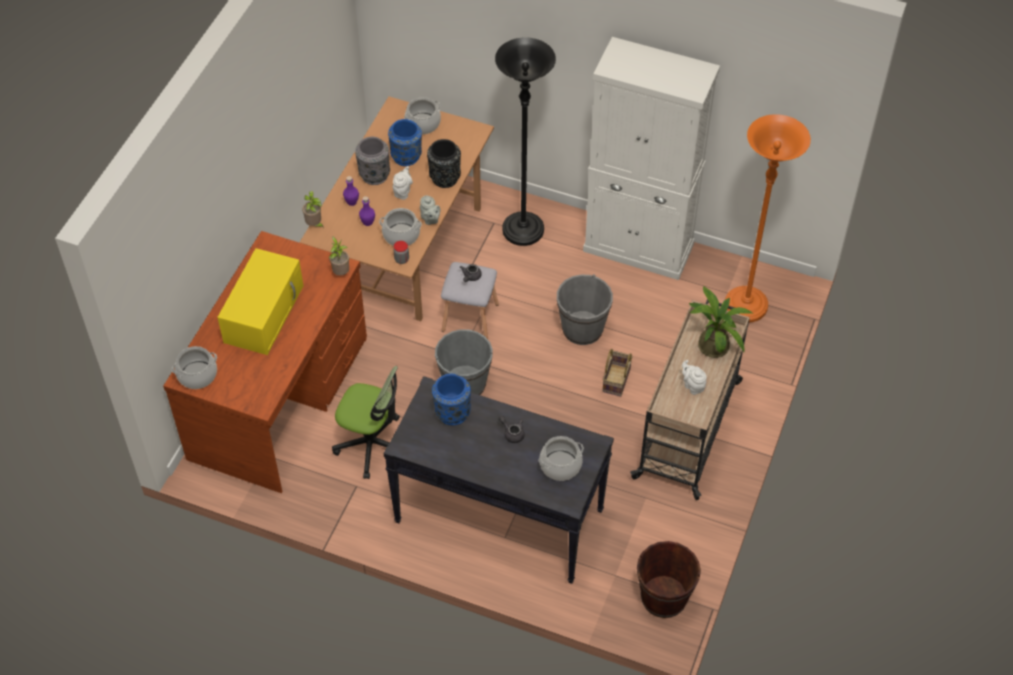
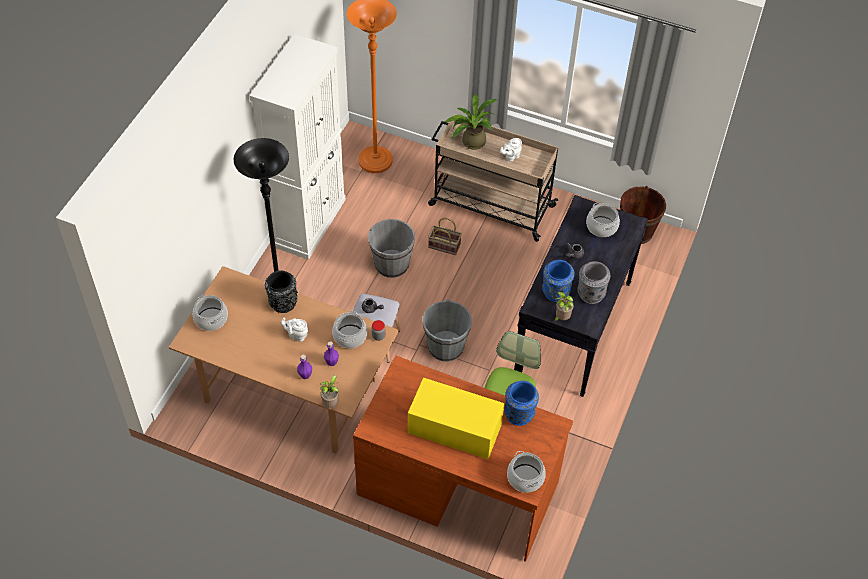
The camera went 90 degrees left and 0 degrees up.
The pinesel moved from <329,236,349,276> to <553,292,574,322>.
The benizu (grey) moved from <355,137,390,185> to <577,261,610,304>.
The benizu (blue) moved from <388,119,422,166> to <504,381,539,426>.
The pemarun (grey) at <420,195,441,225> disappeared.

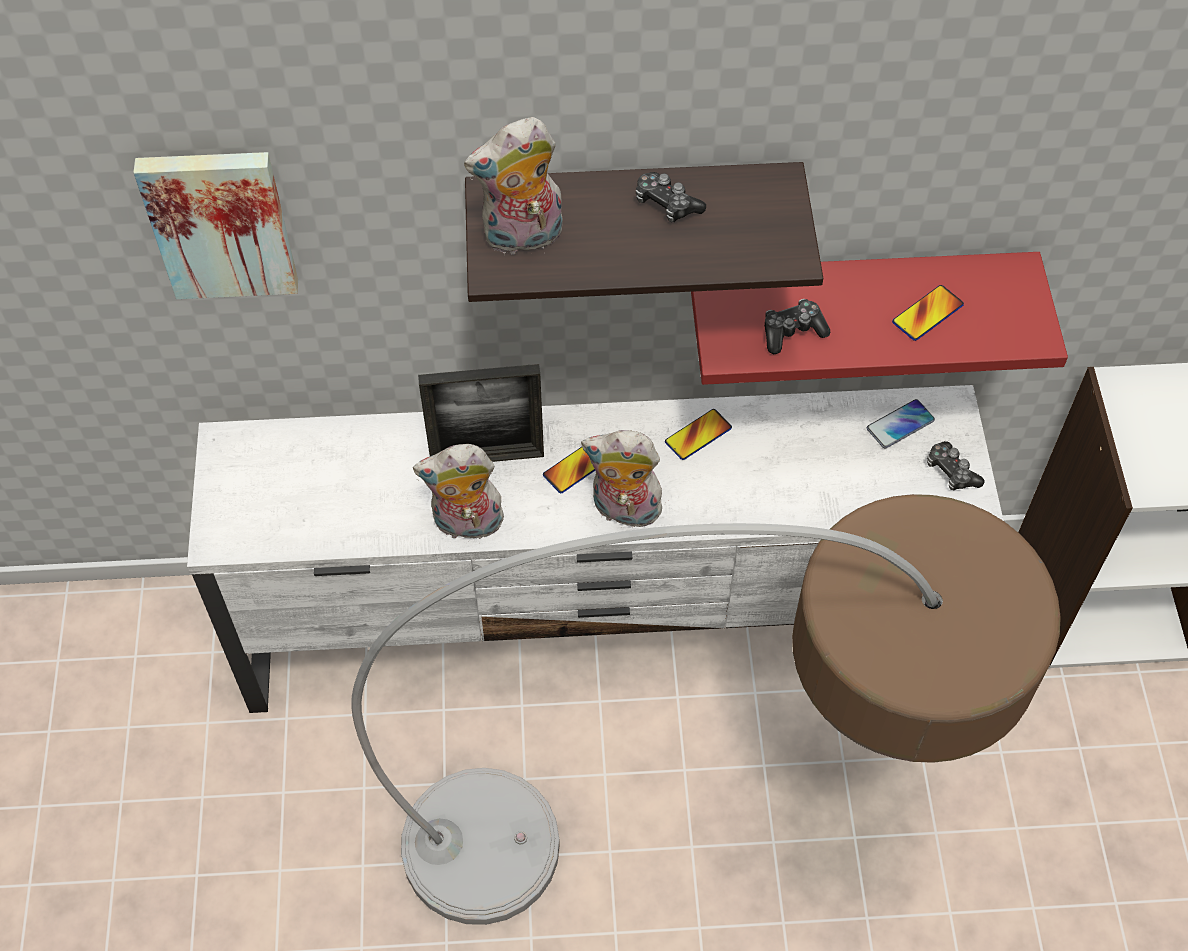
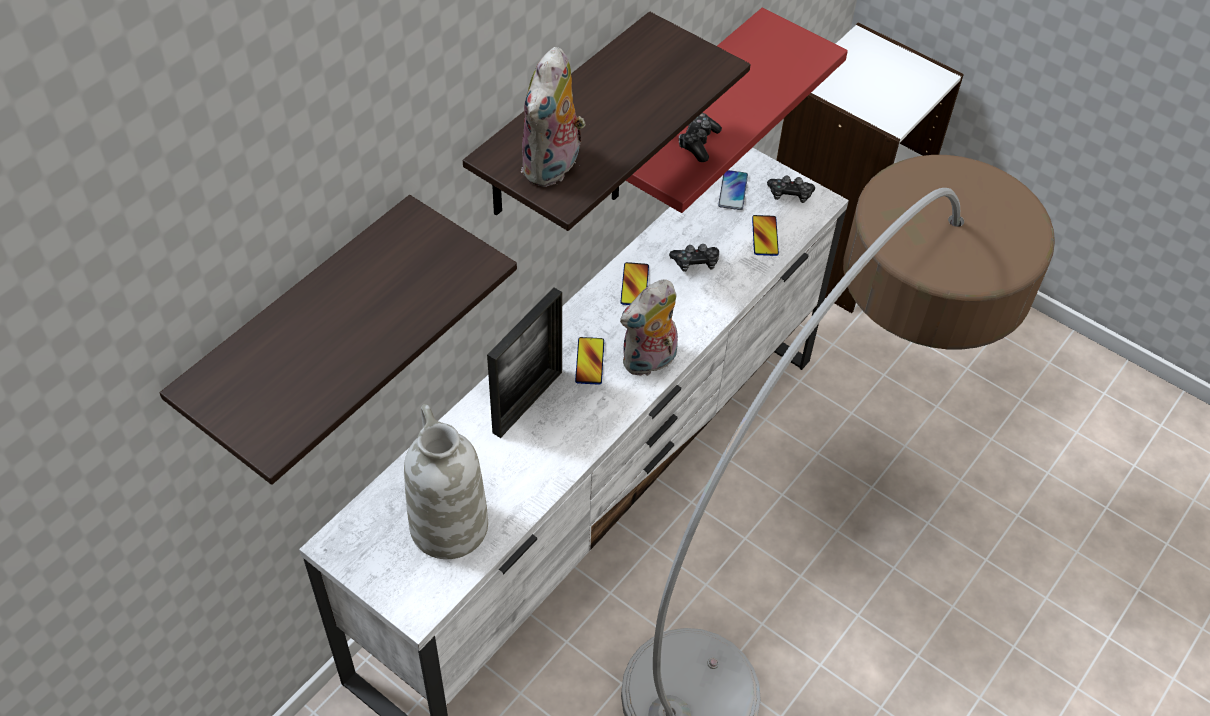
The camera went 50 degrees left and 5 degrees down.
The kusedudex at <133,152,298,299> was replaced by the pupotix at <160,195,517,485>.
The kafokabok at <413,444,505,544> disappeared.
The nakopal moved from <636,172,706,222> to <669,244,719,272>.
The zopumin moved from <892,285,964,341> to <752,215,779,256>.
The benizu (white) at <404,404,488,559> appeared.

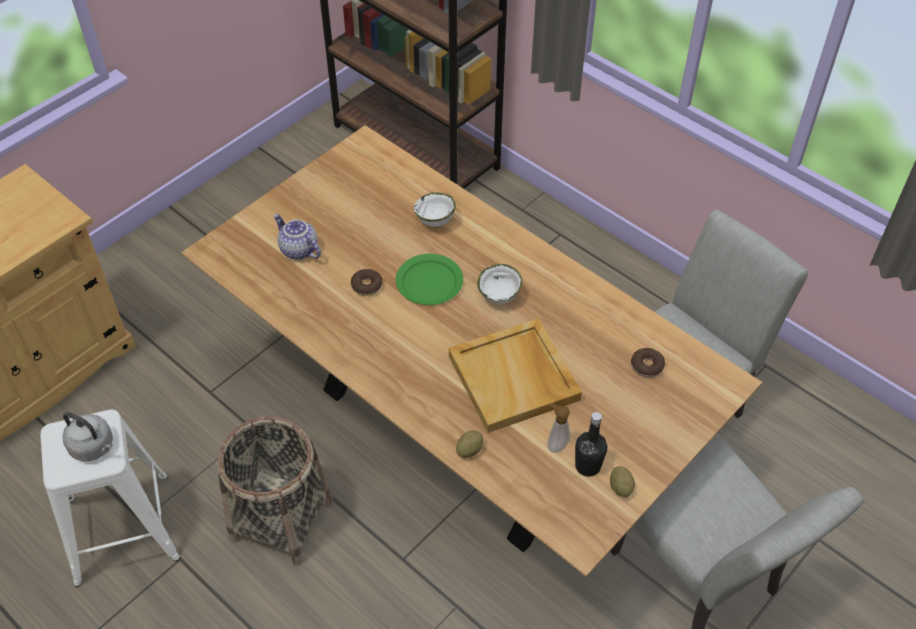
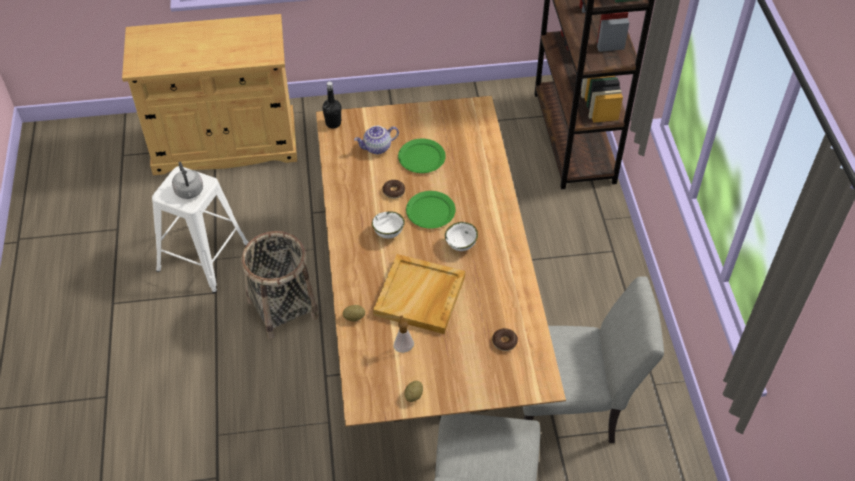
The camera went 40 degrees right and 0 degrees up.
The pemarun at <273,214,321,260> turned 105 degrees counterclockwise.
The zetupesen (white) moved from <414,193,456,227> to <372,211,405,239>.
The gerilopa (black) moved from <575,412,608,477> to <322,82,341,129>.
The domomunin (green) at <398,139,446,173> appeared.

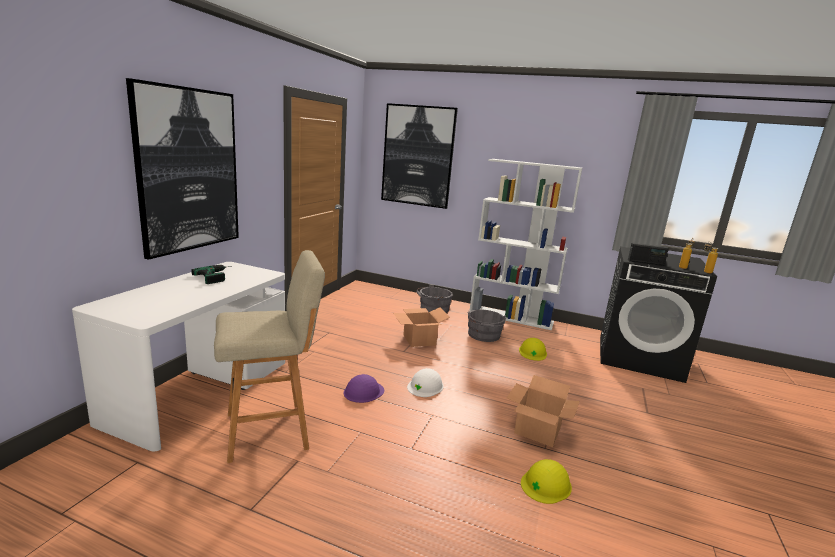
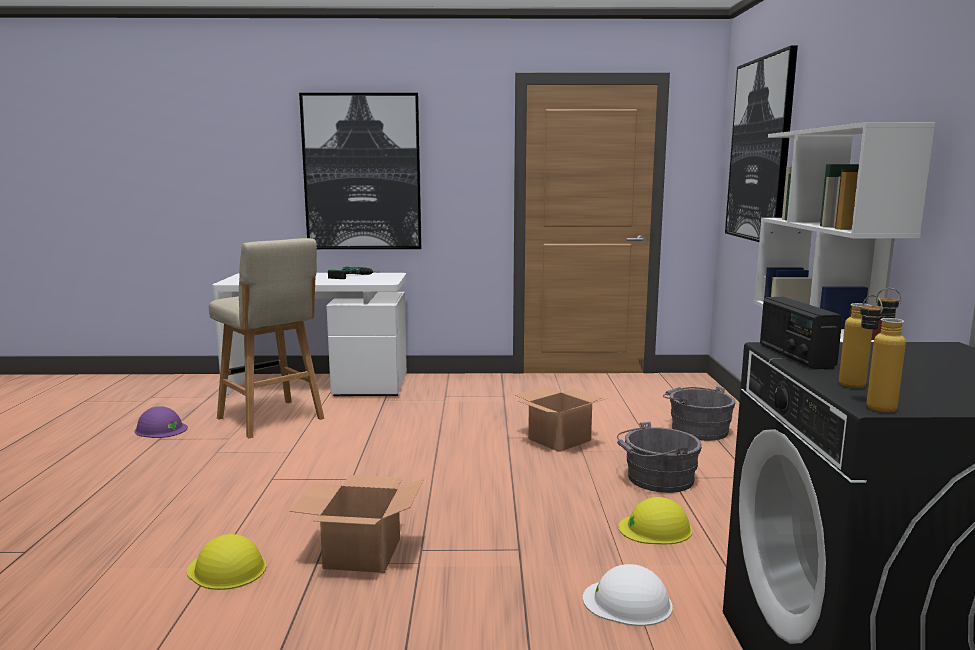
The camera went 70 degrees right and 5 degrees down.
The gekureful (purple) moved from <344,374,384,403> to <135,406,188,438>.
The gekureful (white) moved from <407,368,444,397> to <583,564,673,626>.

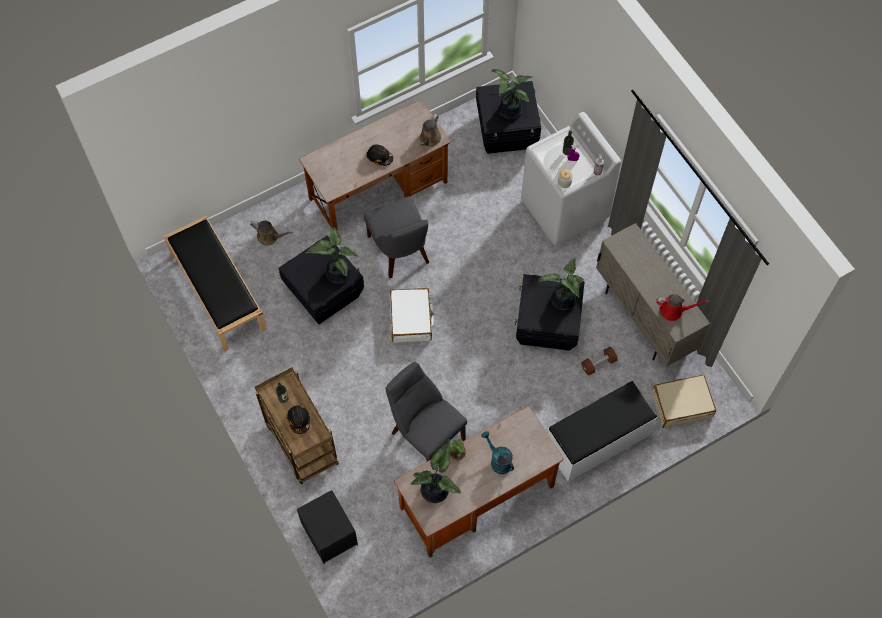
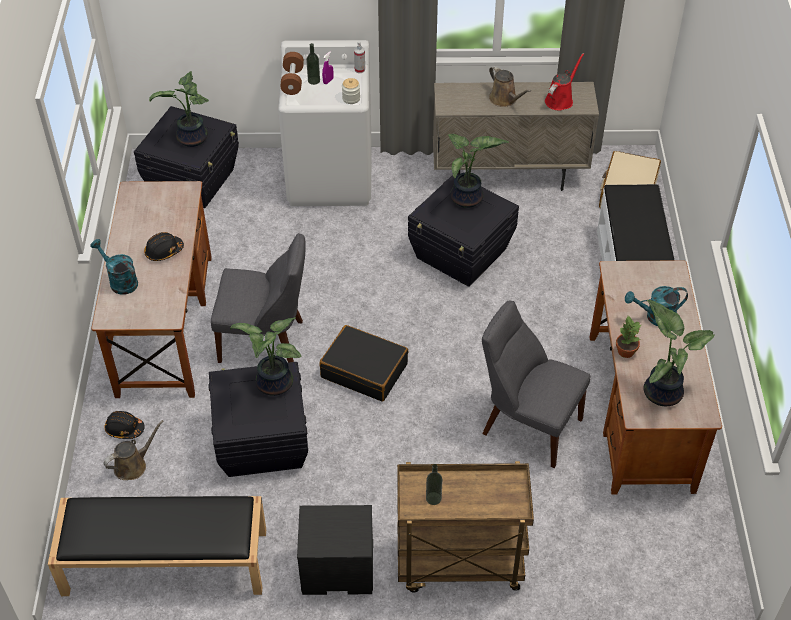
The camera went 60 degrees left and 15 degrees down.
The gekureful (black) moved from <287,405,310,434> to <105,411,145,439>.
The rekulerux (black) moved from <297,490,358,564> to <297,505,373,595>.
The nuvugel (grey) at <386,362,467,461> turned 45 degrees clockwise.
The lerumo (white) at <390,288,434,343> became the lerumo (black) at <319,325,408,401>.
The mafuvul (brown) moved from <416,114,441,147> to <489,66,531,107>.
The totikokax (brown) moved from <581,347,618,375> to <280,52,304,95>.
The mafuvul (turquoise) at <90,239,138,295> appeared.

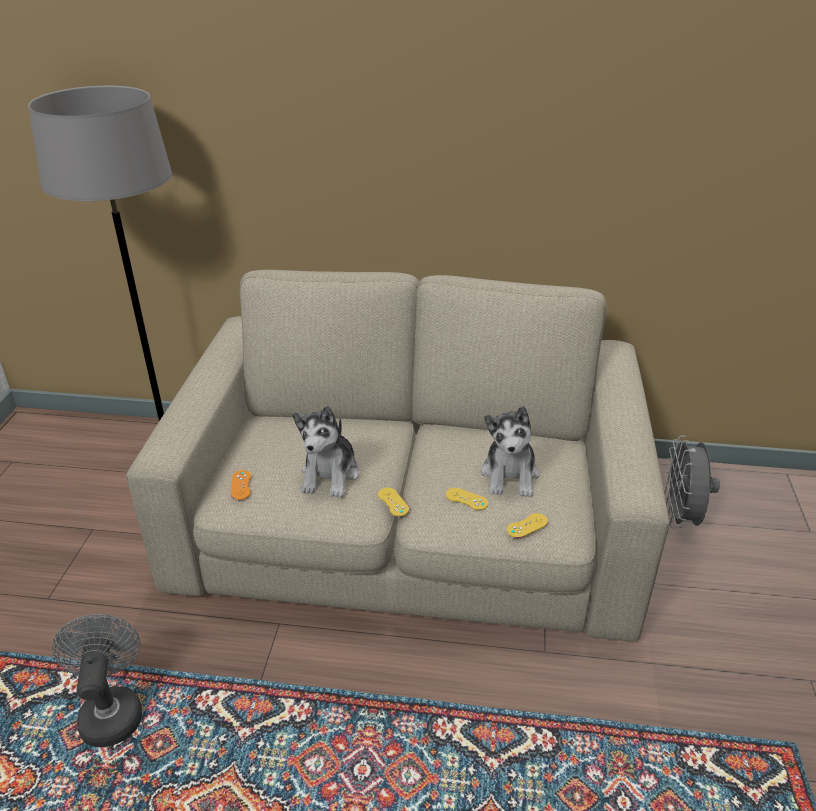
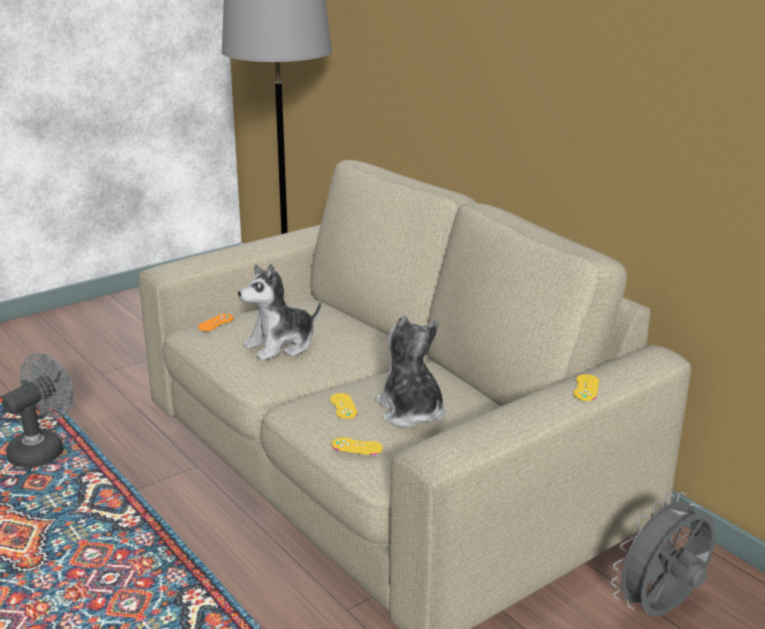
The camera went 45 degrees right and 10 degrees down.
The nakopal (yellow) moved from <378,488,409,516> to <573,374,599,401>.
The kafokabok at <481,406,539,497> turned 105 degrees clockwise.

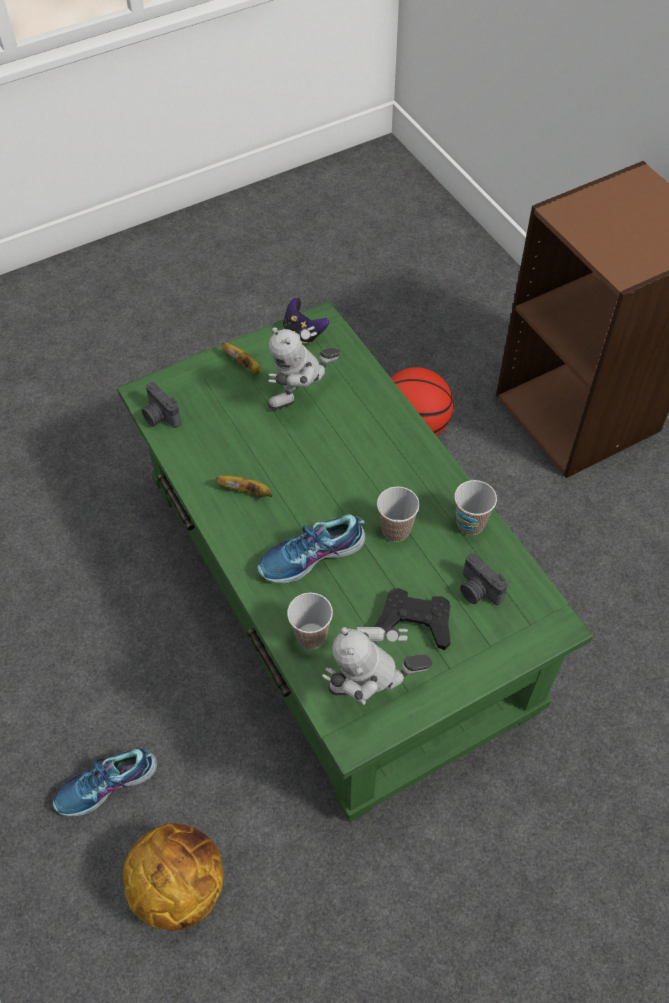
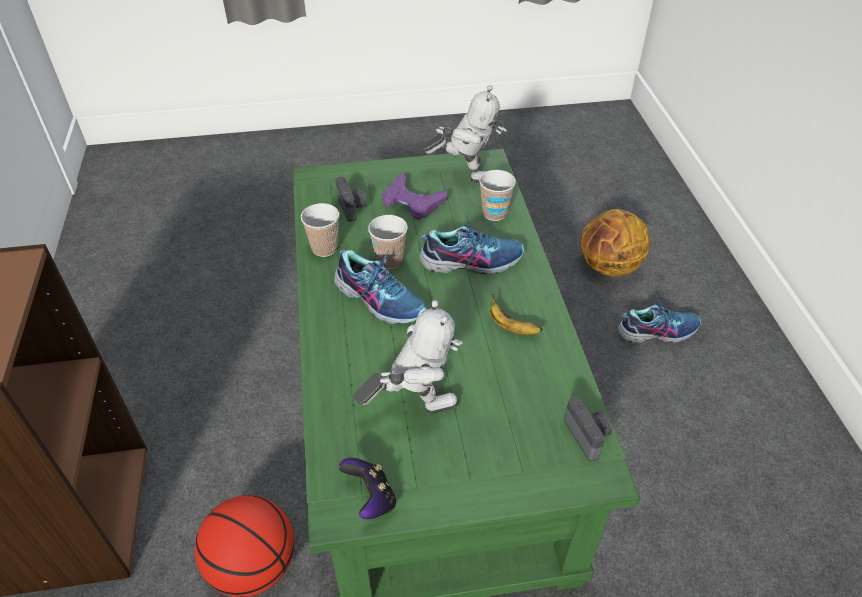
The camera went 160 degrees left and 10 degrees down.
The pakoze at <222,342,261,375> disappeared.
The nakopal (black) at <374,588,451,650> became the nakopal (purple) at <382,173,447,220>.
The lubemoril at <334,250,427,325> appeared.

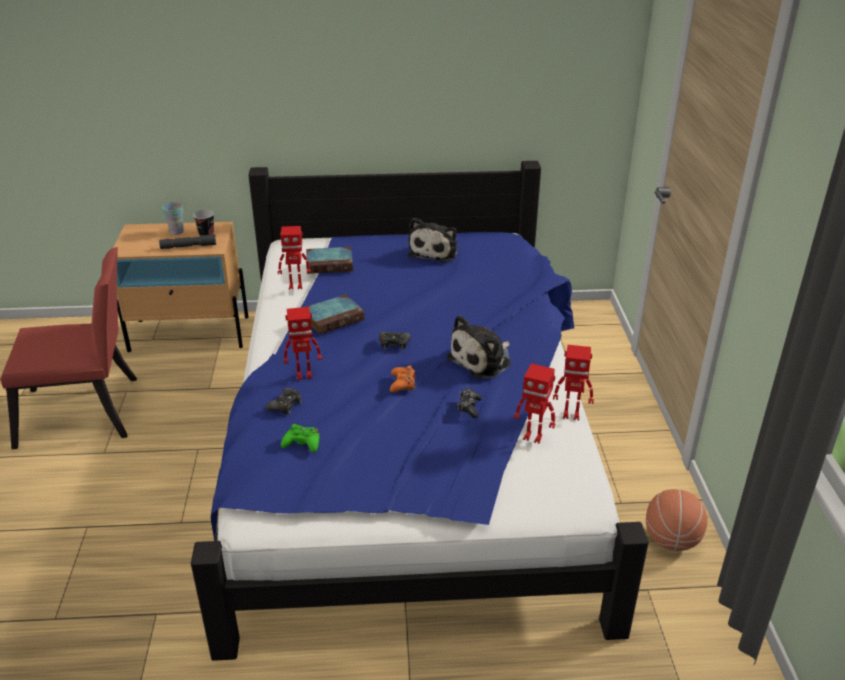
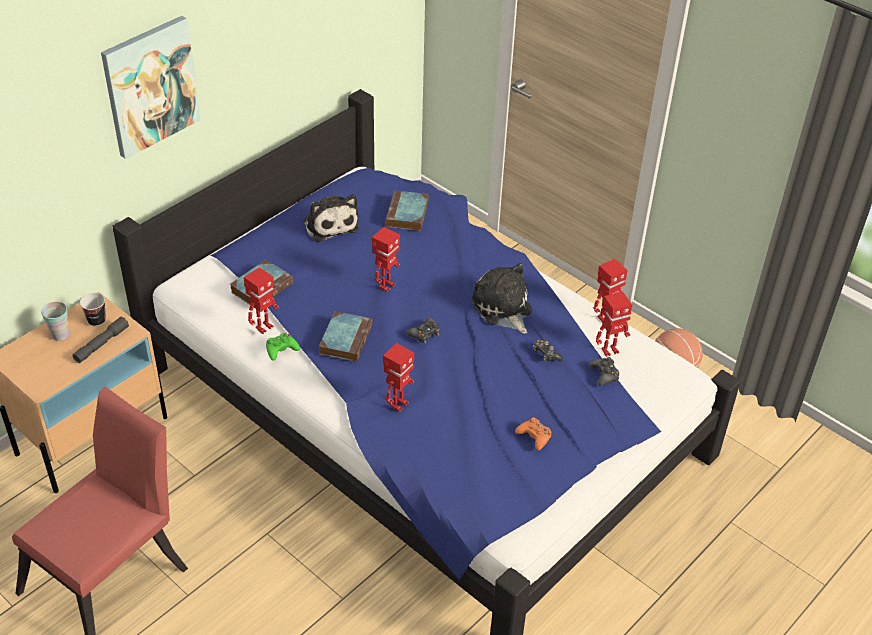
The camera went 45 degrees left and 10 degrees up.
The nakopal (black) moved from <265,388,302,414> to <589,357,619,386>.
The nakopal (green) moved from <281,424,319,453> to <266,333,300,360>.
The nakopal (orange) moved from <390,365,416,392> to <515,417,551,451>.
The kafokabok at <447,315,511,378> turned 150 degrees clockwise.
The kusedudex at <101,16,200,159> appeared.
The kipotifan at <372,227,400,292> appeared.
The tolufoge at <385,190,429,231> appeared.

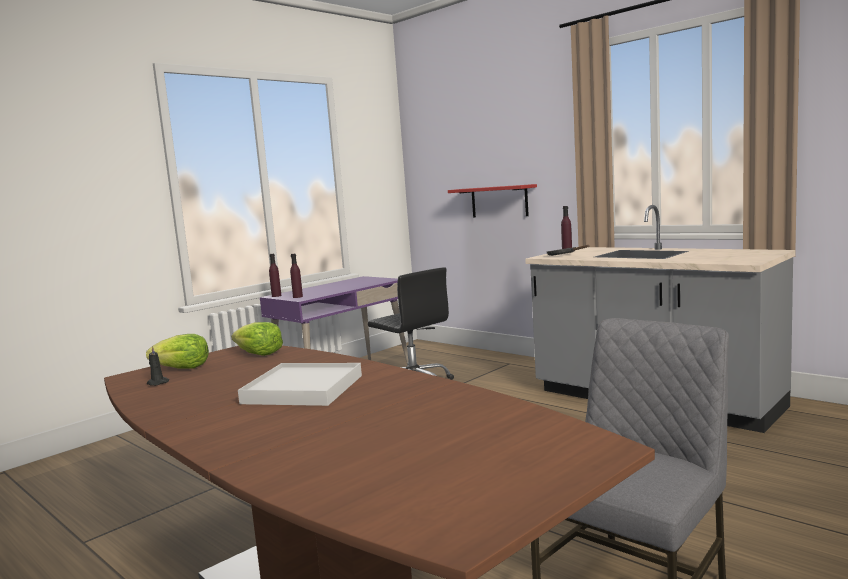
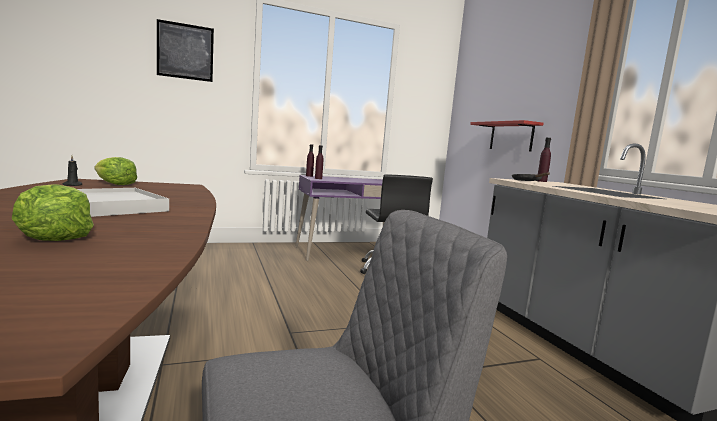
The camera went 25 degrees right and 0 degrees up.
The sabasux moved from <231,322,283,356> to <12,184,94,241>.
The kusedudex at <157,19,214,82> appeared.

